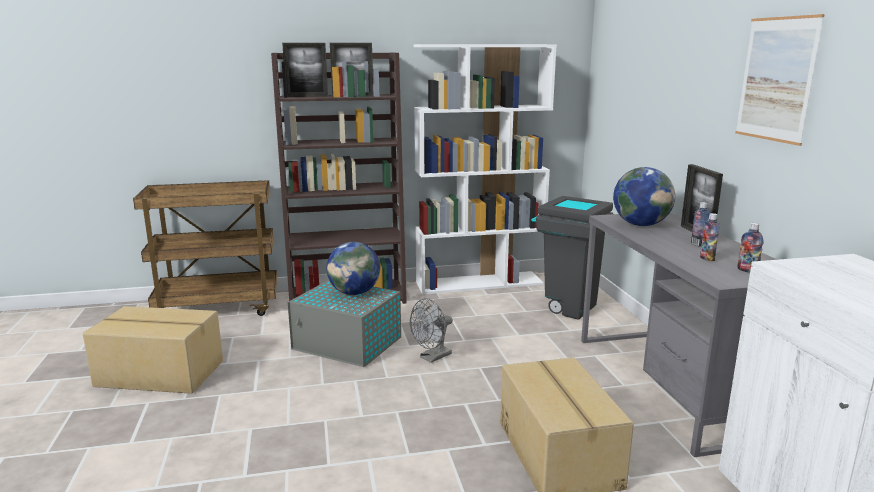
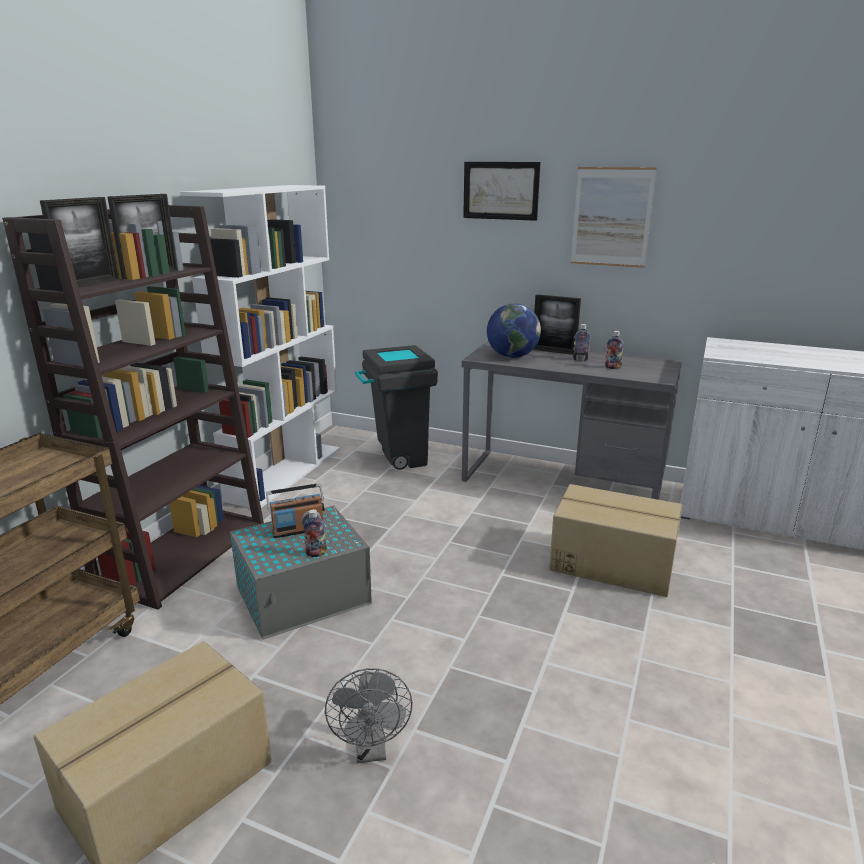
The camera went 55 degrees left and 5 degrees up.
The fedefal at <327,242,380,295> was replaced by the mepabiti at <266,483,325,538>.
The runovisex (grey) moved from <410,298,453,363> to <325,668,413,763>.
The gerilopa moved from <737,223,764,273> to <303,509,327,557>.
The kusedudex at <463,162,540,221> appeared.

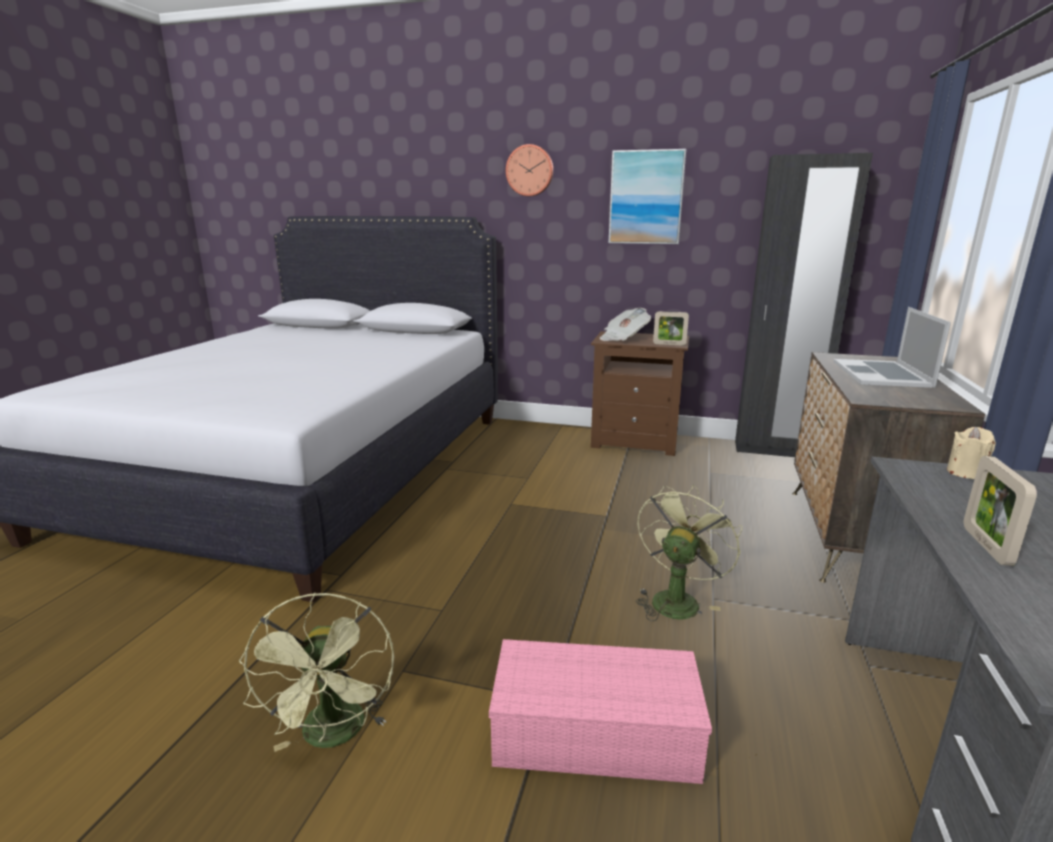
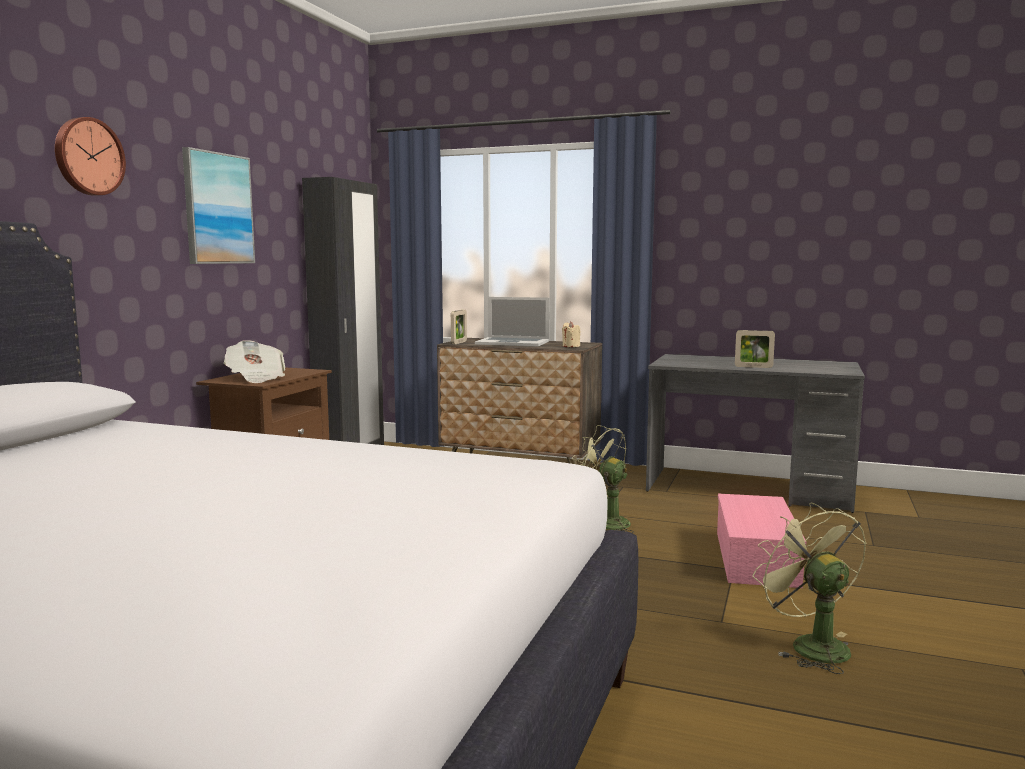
The camera went 85 degrees left and 10 degrees down.
The runovisex (green) at <239,593,394,752> turned 105 degrees counterclockwise.
The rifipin moved from <653,311,689,346> to <451,310,467,344>.
The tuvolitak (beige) moved from <947,427,996,479> to <562,321,580,347>.

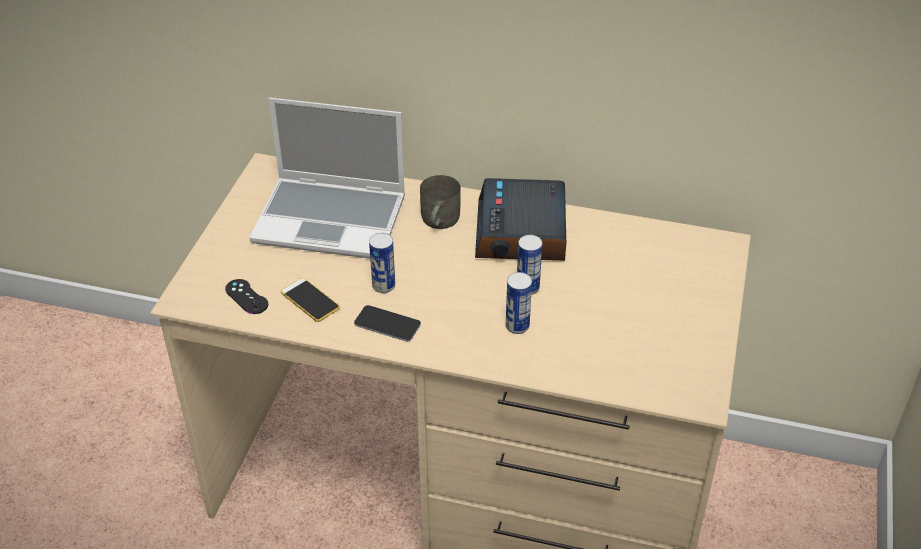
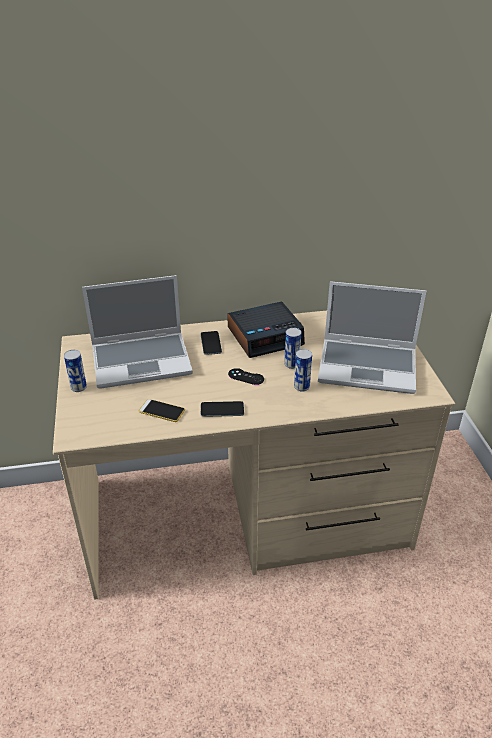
The camera went 25 degrees left and 5 degrees down.
The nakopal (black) moved from <225,279,268,314> to <228,368,264,385>.
The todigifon moved from <369,233,395,293> to <64,350,87,392>.
The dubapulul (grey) at <420,175,461,229> was replaced by the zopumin at <201,331,222,355>.
The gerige at <475,178,566,261> turned 90 degrees counterclockwise.
The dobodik at <318,281,426,394> appeared.

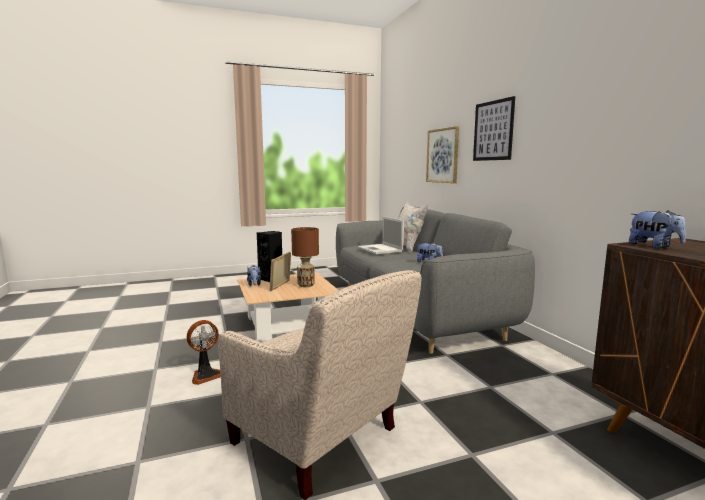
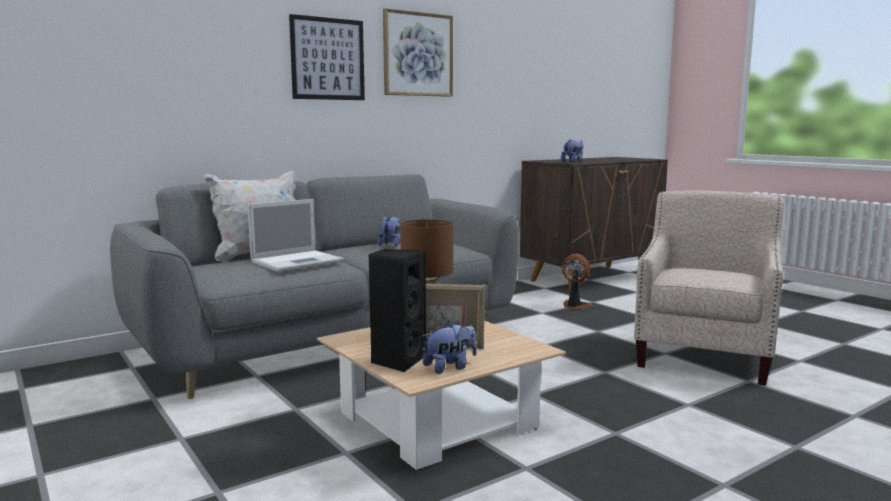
The camera went 105 degrees left and 0 degrees up.
The runovisex moved from <187,320,221,385> to <562,253,593,309>.
The kusedudex moved from <426,126,459,183> to <383,8,453,97>.

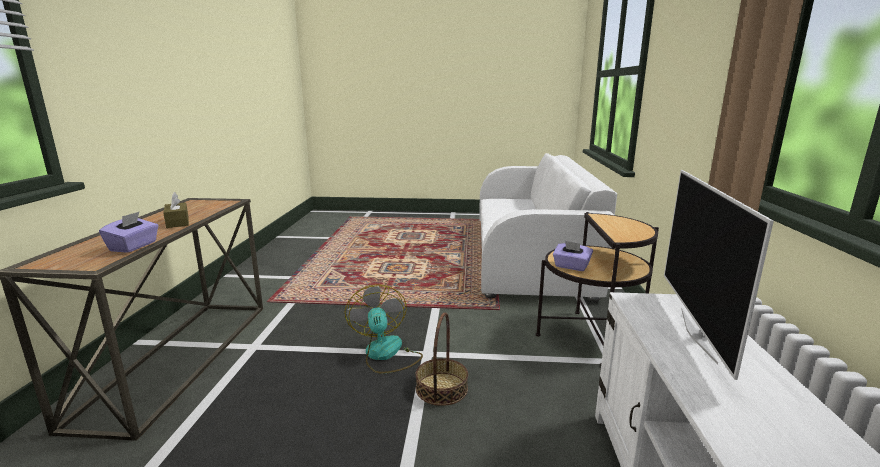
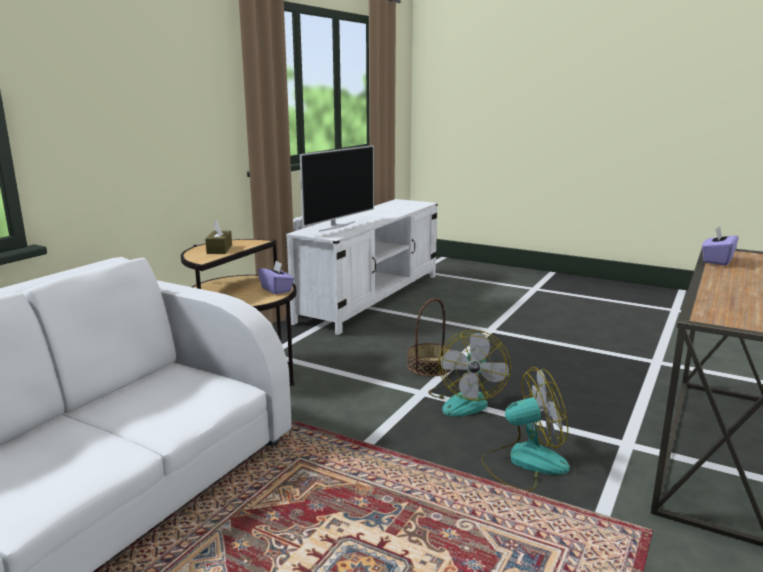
The camera went 155 degrees left and 0 degrees up.
The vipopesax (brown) moved from <163,192,189,228> to <205,220,232,254>.
The runovisex at <481,366,570,492> appeared.

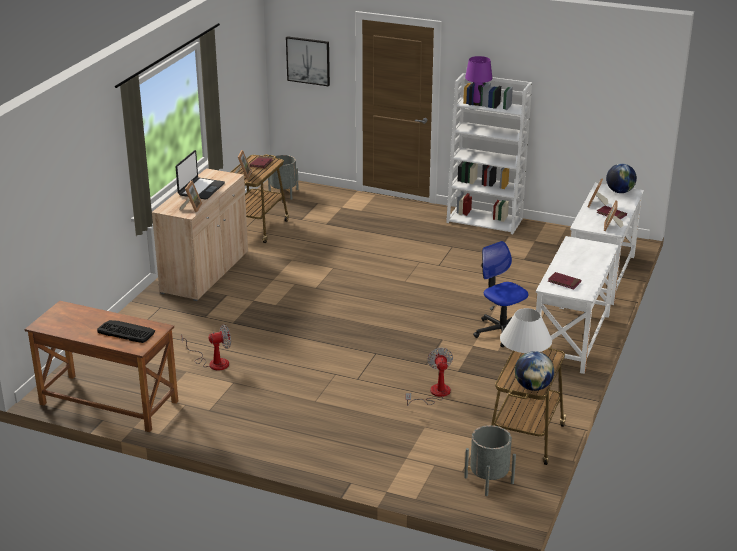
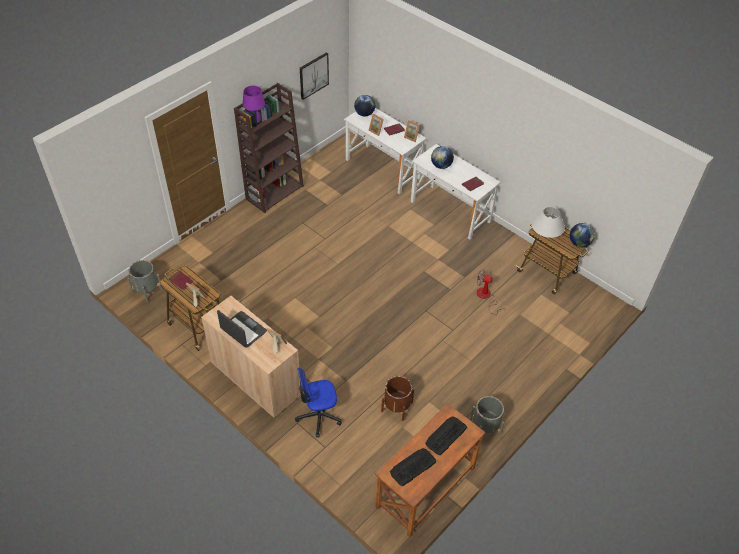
The camera went 70 degrees left and 20 degrees up.
The runovisex at <181,324,231,370> was replaced by the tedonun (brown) at <381,376,414,421>.
The kusedudex moved from <286,36,330,86> to <300,53,329,100>.
The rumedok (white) at <446,73,532,234> became the rumedok (brown) at <234,83,304,213>.
The tedonun (grey) moved from <464,425,516,496> to <470,396,504,436>.
The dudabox moved from <473,241,528,347> to <295,368,342,437>.
The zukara at <390,448,436,486> appeared.
The fedefal at <431,146,454,169> appeared.

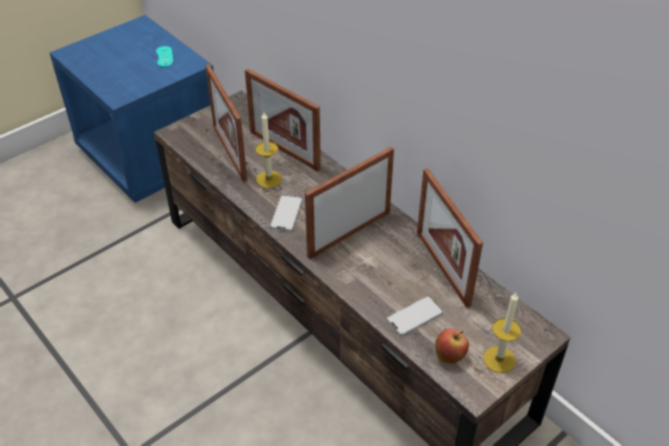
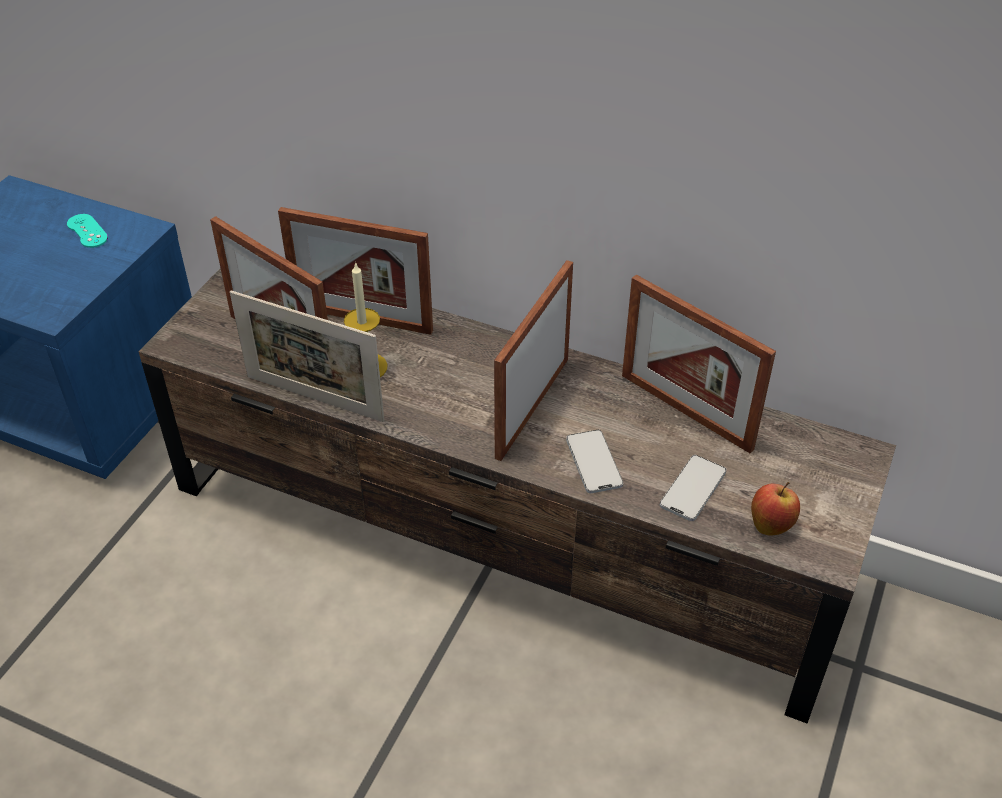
The camera went 25 degrees left and 0 degrees up.
The zopumin moved from <270,195,303,231> to <566,430,623,493>.
The tuvolitak at <483,293,521,373> disappeared.
The rifipin at <230,290,384,422> appeared.

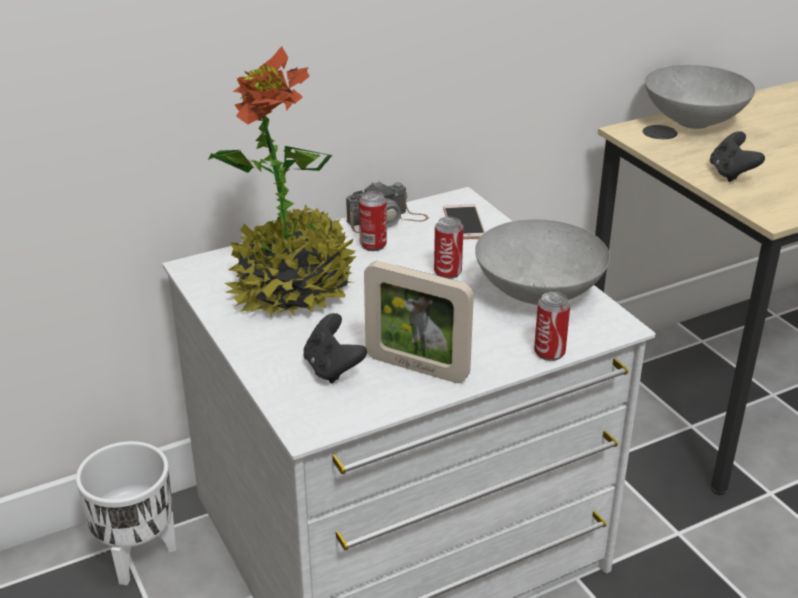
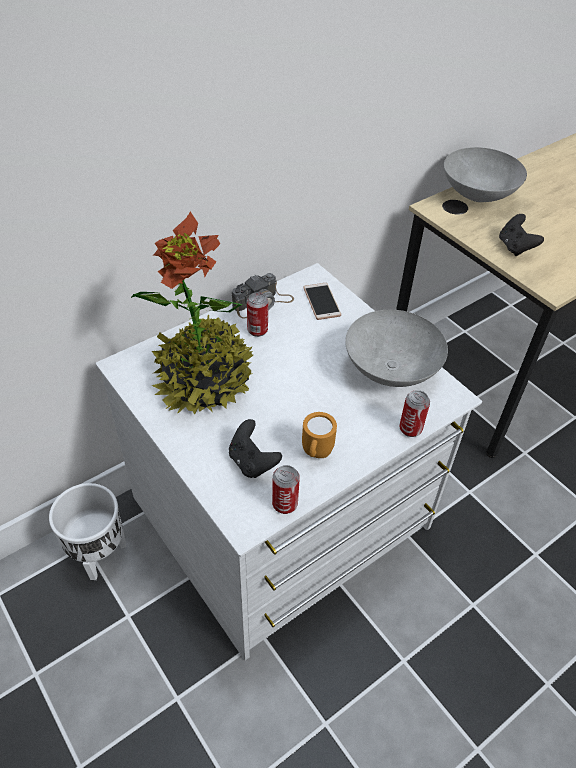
The camera went 10 degrees left and 15 degrees up.
The rifipin at <364,261,474,383> was replaced by the dubapulul (orange) at <302,412,337,458>.
The todigifon moved from <434,217,464,279> to <272,465,300,514>.

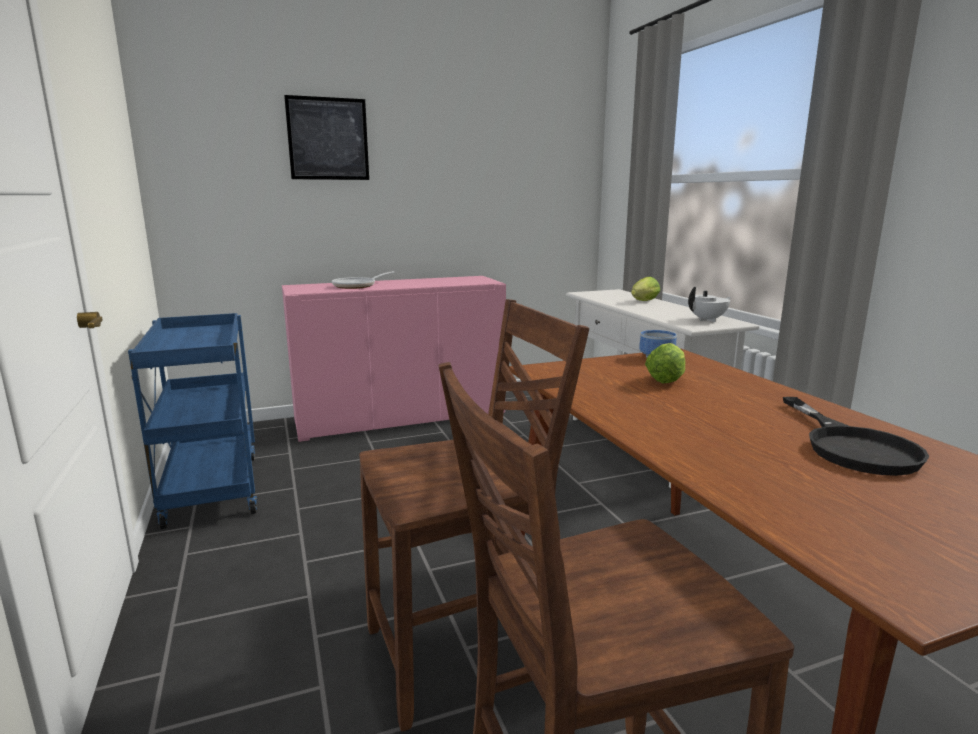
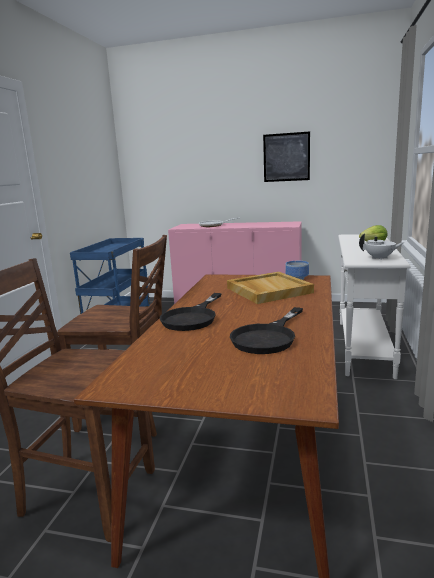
The camera went 35 degrees right and 0 degrees up.
The kusedudex moved from <284,95,369,180> to <263,131,310,182>.
The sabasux at <645,343,685,383> was replaced by the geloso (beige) at <227,272,314,304>.
The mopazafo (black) at <160,293,222,331> appeared.

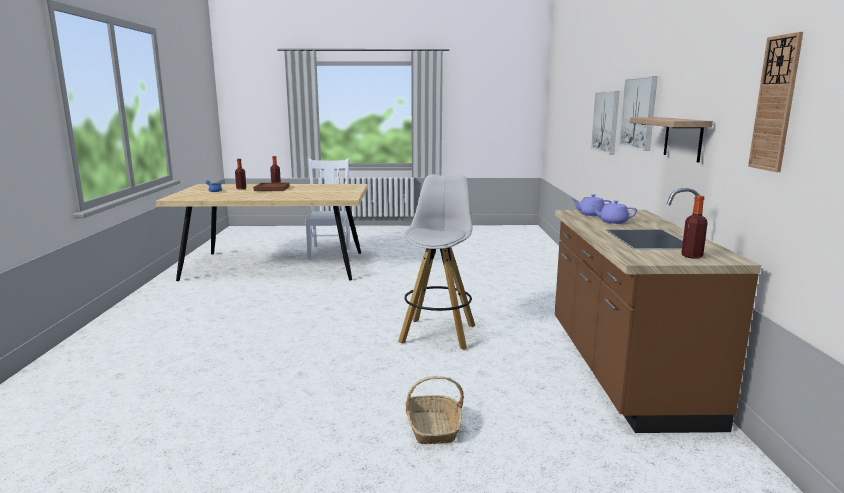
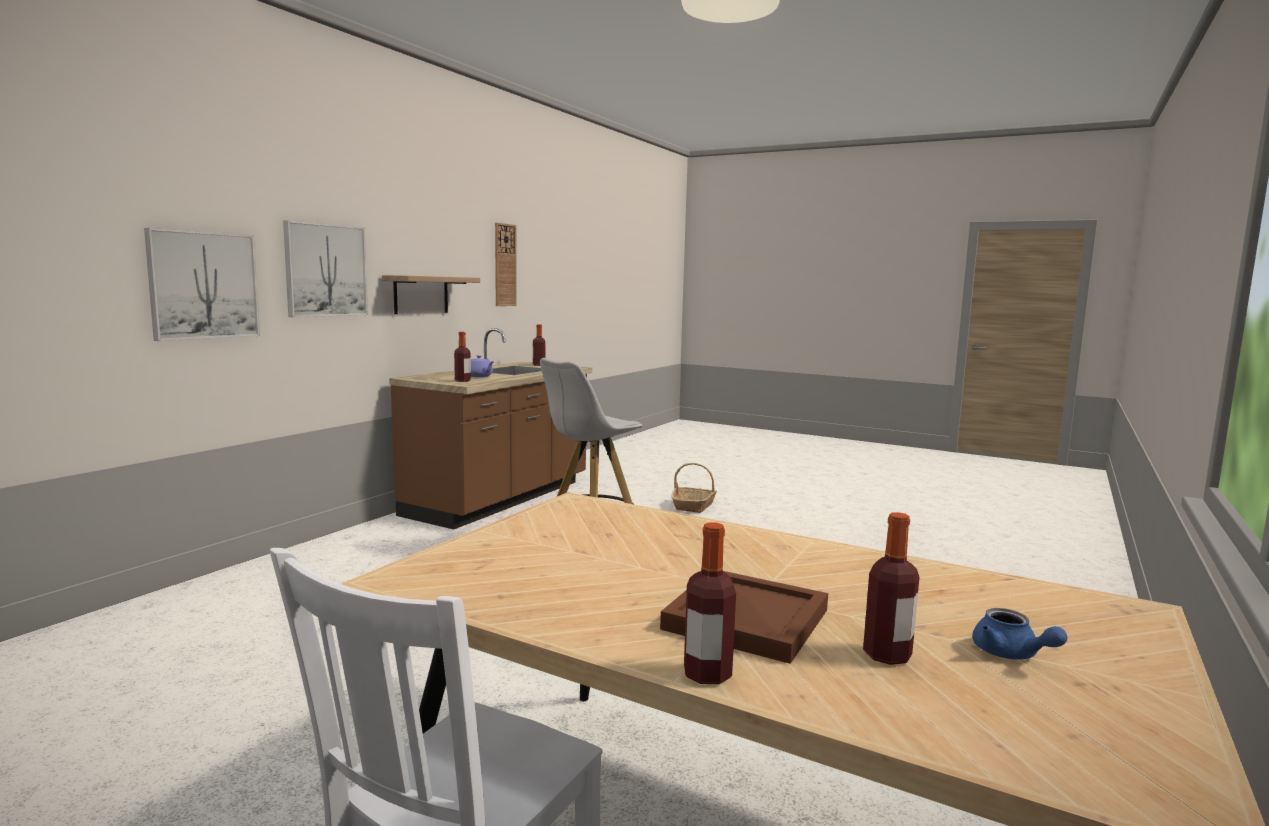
The camera went 150 degrees left and 5 degrees down.
The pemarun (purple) at <572,194,612,216> was replaced by the gerilopa at <454,332,471,382>.

